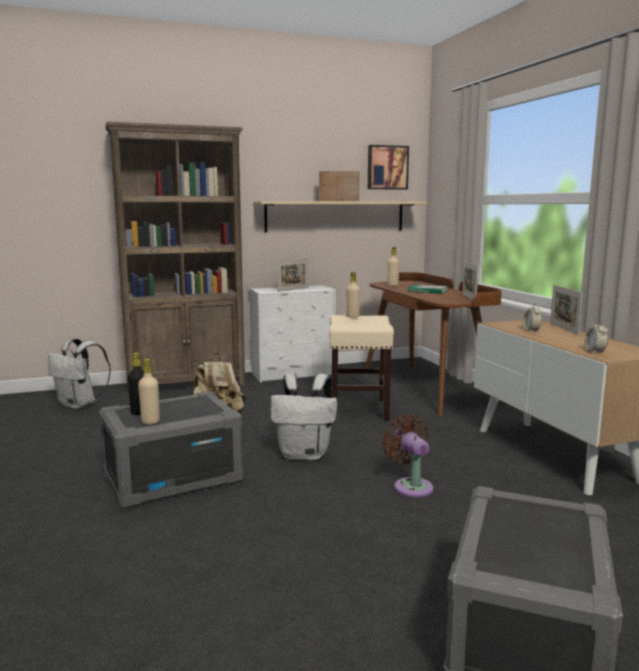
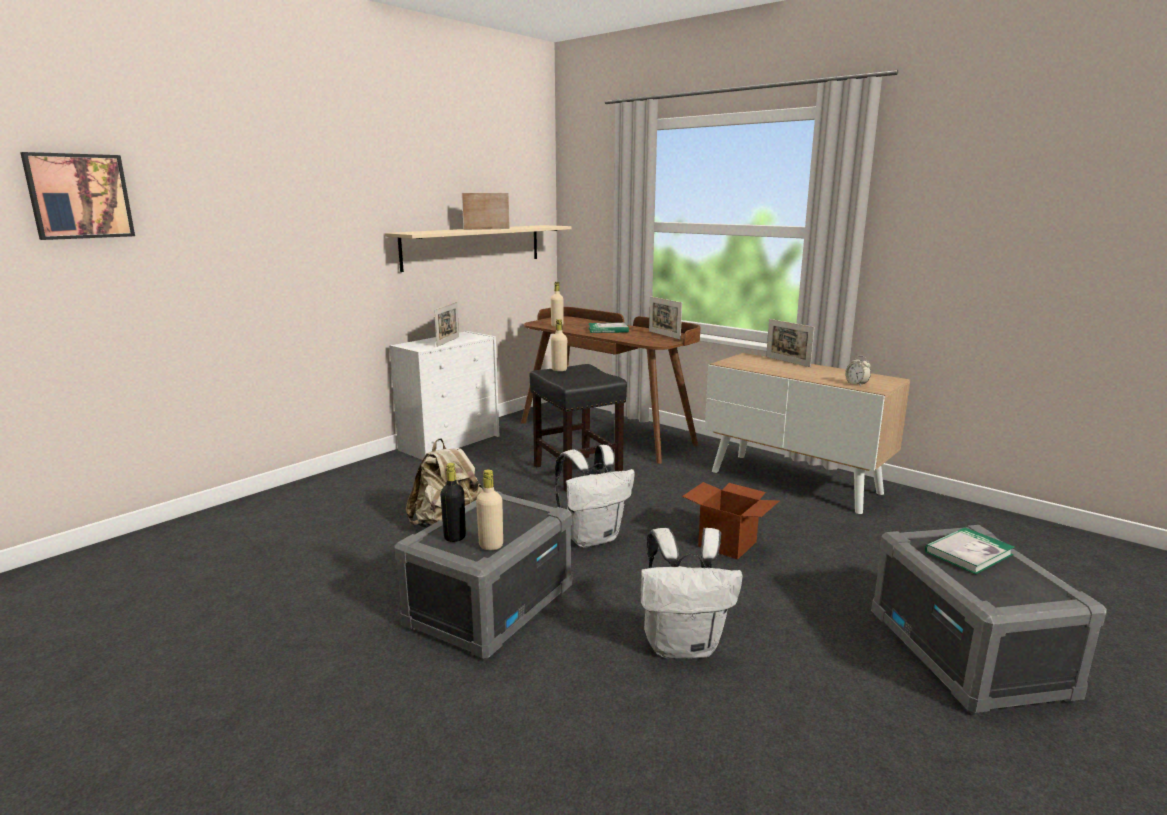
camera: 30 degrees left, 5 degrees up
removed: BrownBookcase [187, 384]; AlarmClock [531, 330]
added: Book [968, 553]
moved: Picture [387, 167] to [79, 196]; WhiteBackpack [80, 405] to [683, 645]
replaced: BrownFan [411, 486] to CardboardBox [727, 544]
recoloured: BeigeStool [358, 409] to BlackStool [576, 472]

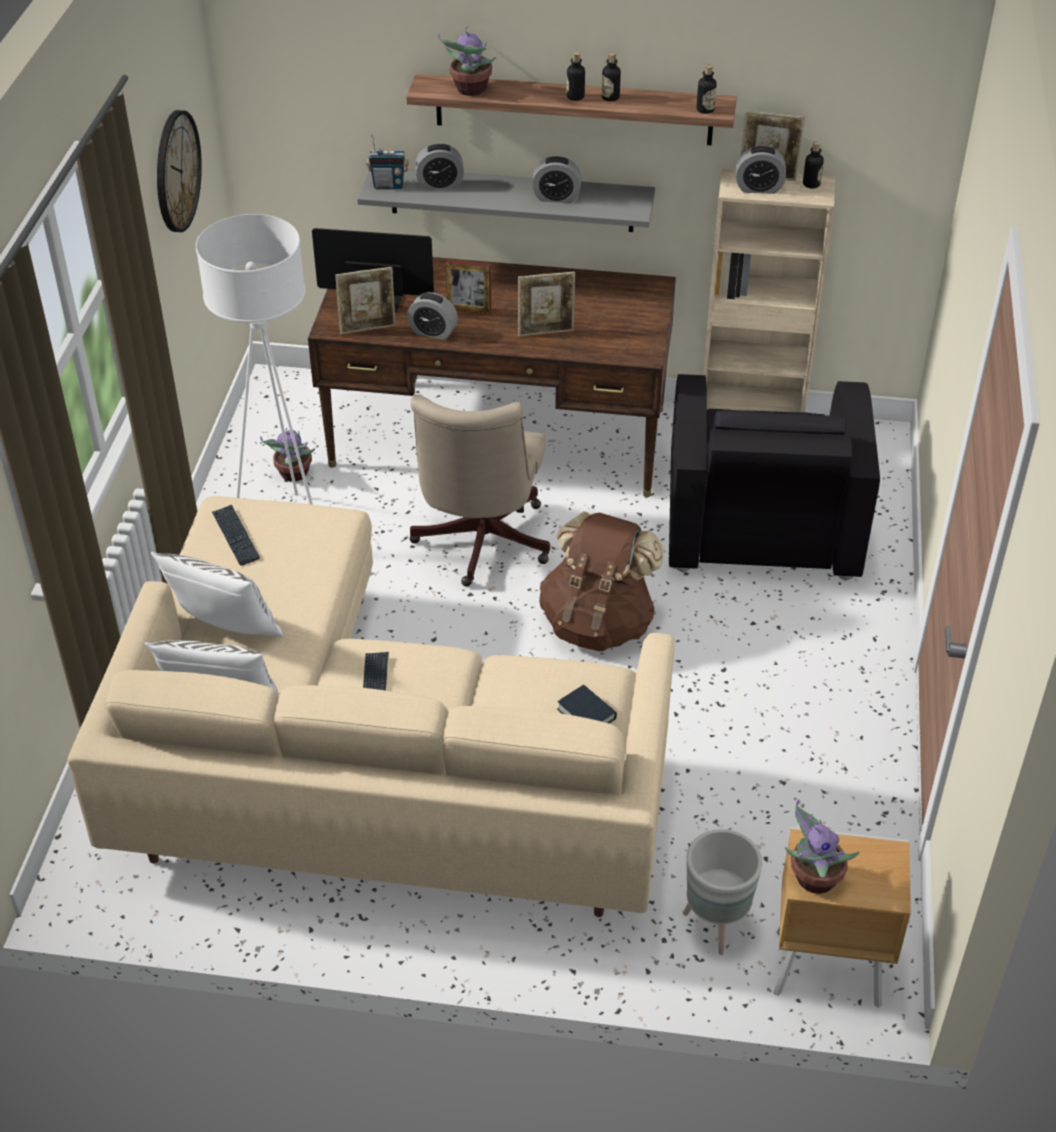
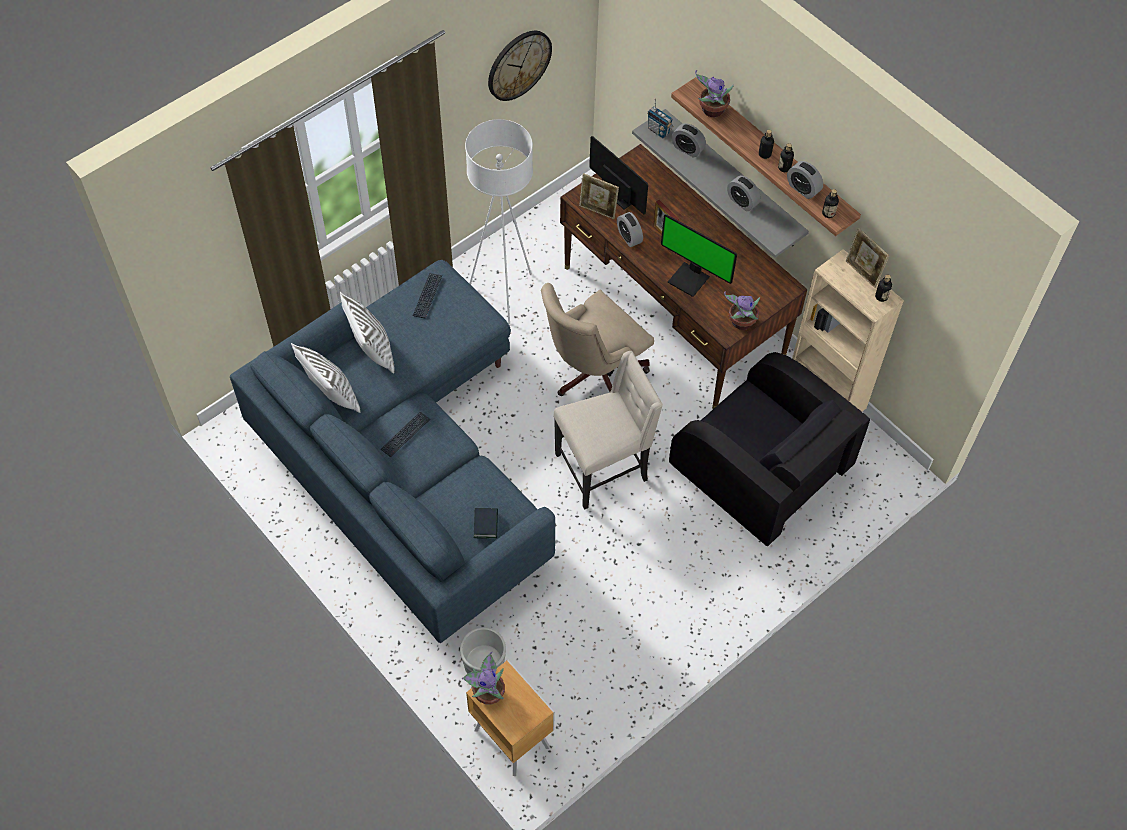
camera: 40 degrees right, 15 degrees up
moved: AlarmClock [759, 188] to [803, 189]; PottedPlant [293, 474] to [740, 322]
replaced: PictureFrame [546, 332] to Monitor [690, 279]; BrownBackpack [598, 623] to BeigeChair [603, 468]
recoloured: BeigeSofa [364, 774] to BlueSofa [407, 467]
turned: BlackArmchair [761, 519] = [761, 469] 90 degrees counterclockwise

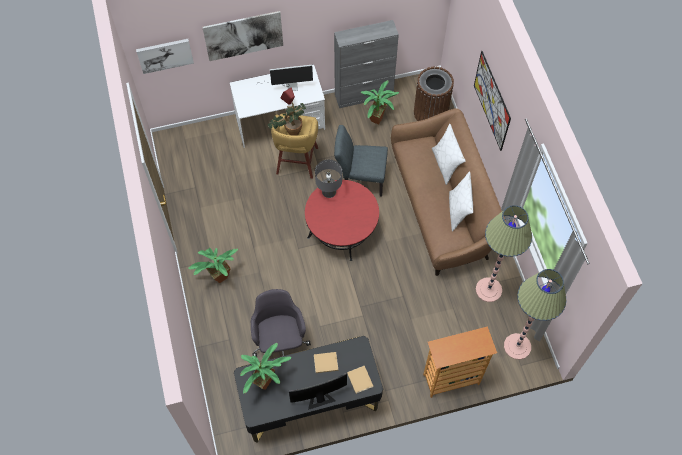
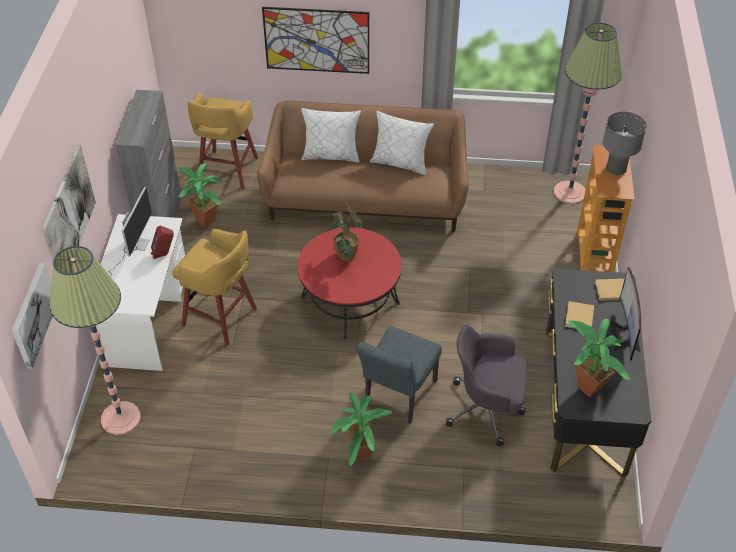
camera: 70 degrees left, 15 degrees down
moved: PottedPlant [290, 131] to [345, 258]; GreyChair [360, 179] to [397, 397]; GreyTableLamp [329, 191] to [616, 168]; FloorLamp [488, 290] to [120, 418]
replaced: BrownTrashCan [430, 112] to YellowStool [227, 171]

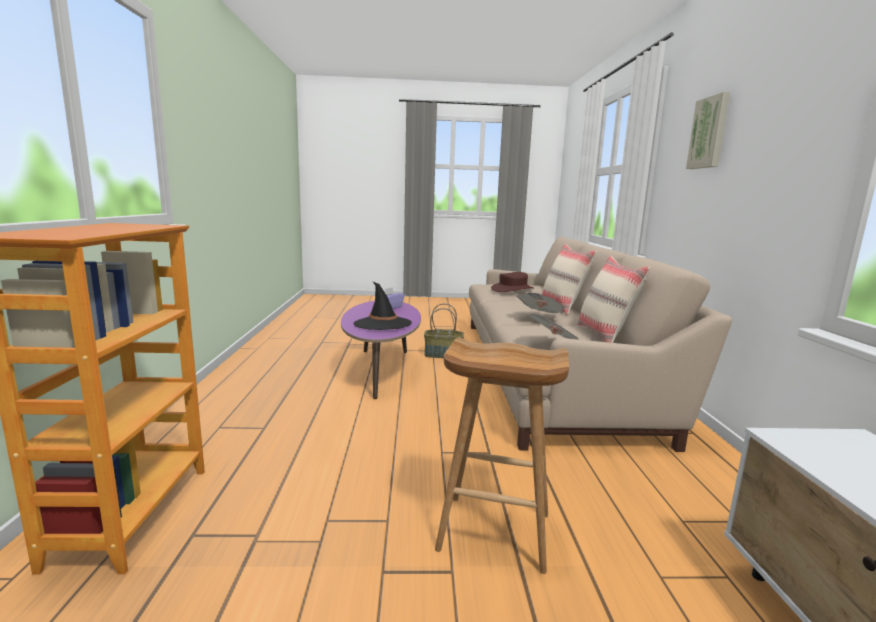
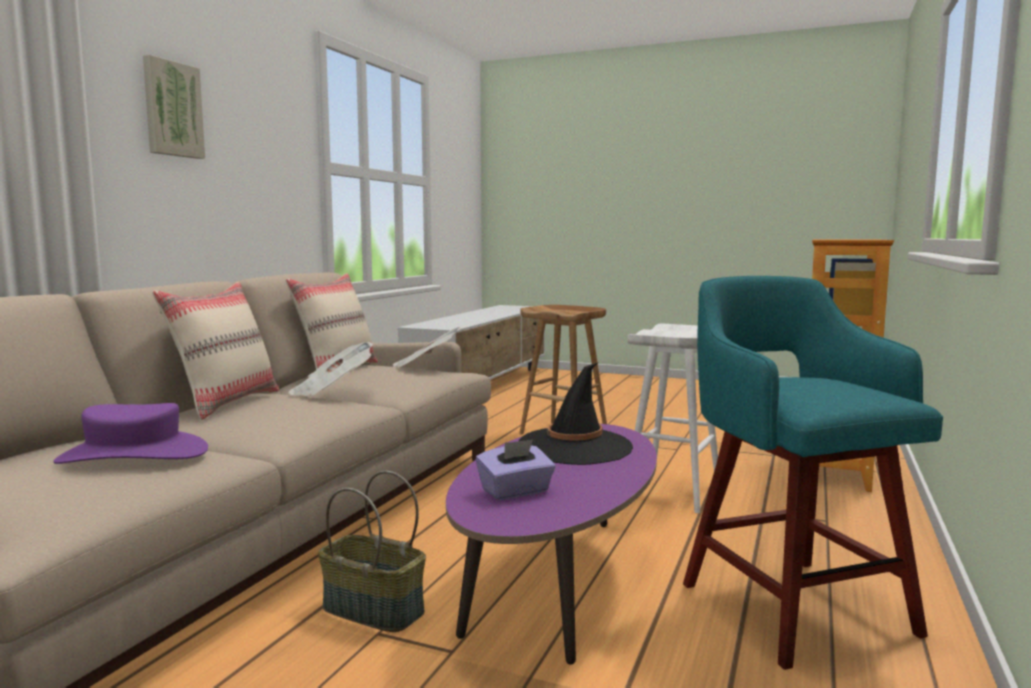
camera: 155 degrees left, 5 degrees down
added: TurquoiseStool [791, 605]; WhiteStool [673, 492]
recoloured: BrownHat [512, 289] to PurpleHat [134, 455]

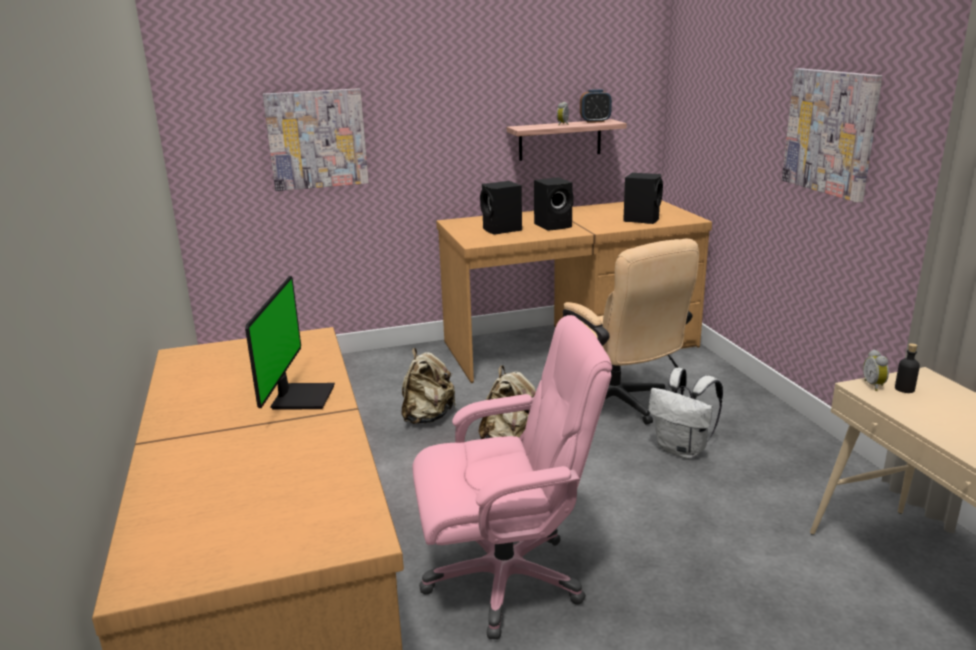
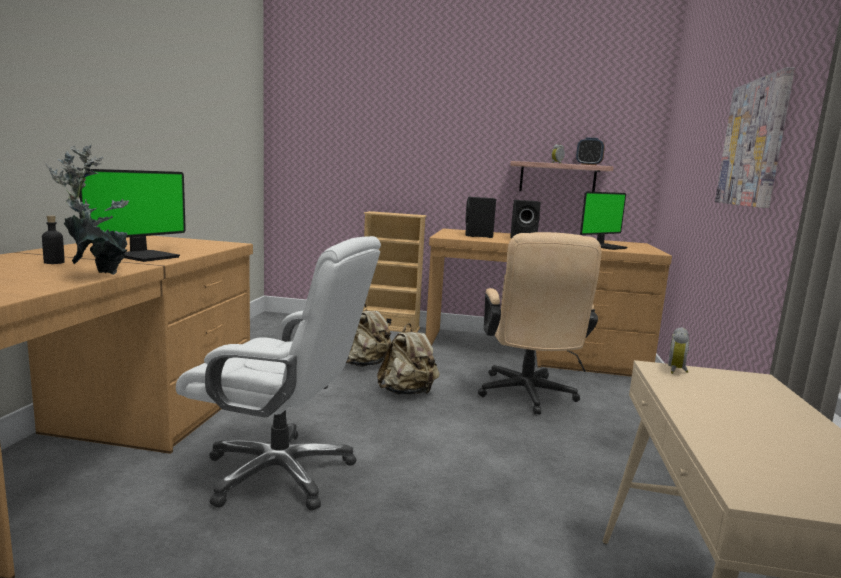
camera: 25 degrees right, 10 degrees down
removed: Picture [317, 139]; WhiteBackpack [683, 450]
added: PottedPlant [98, 273]; BeigeBookcase [390, 328]
moved: BlackBottle [904, 389] to [54, 262]
replaced: BlackSpeaker [642, 219] to Monitor [607, 247]
recoloured: PinkOfficeChair [506, 579] to WhiteOfficeChair [281, 472]

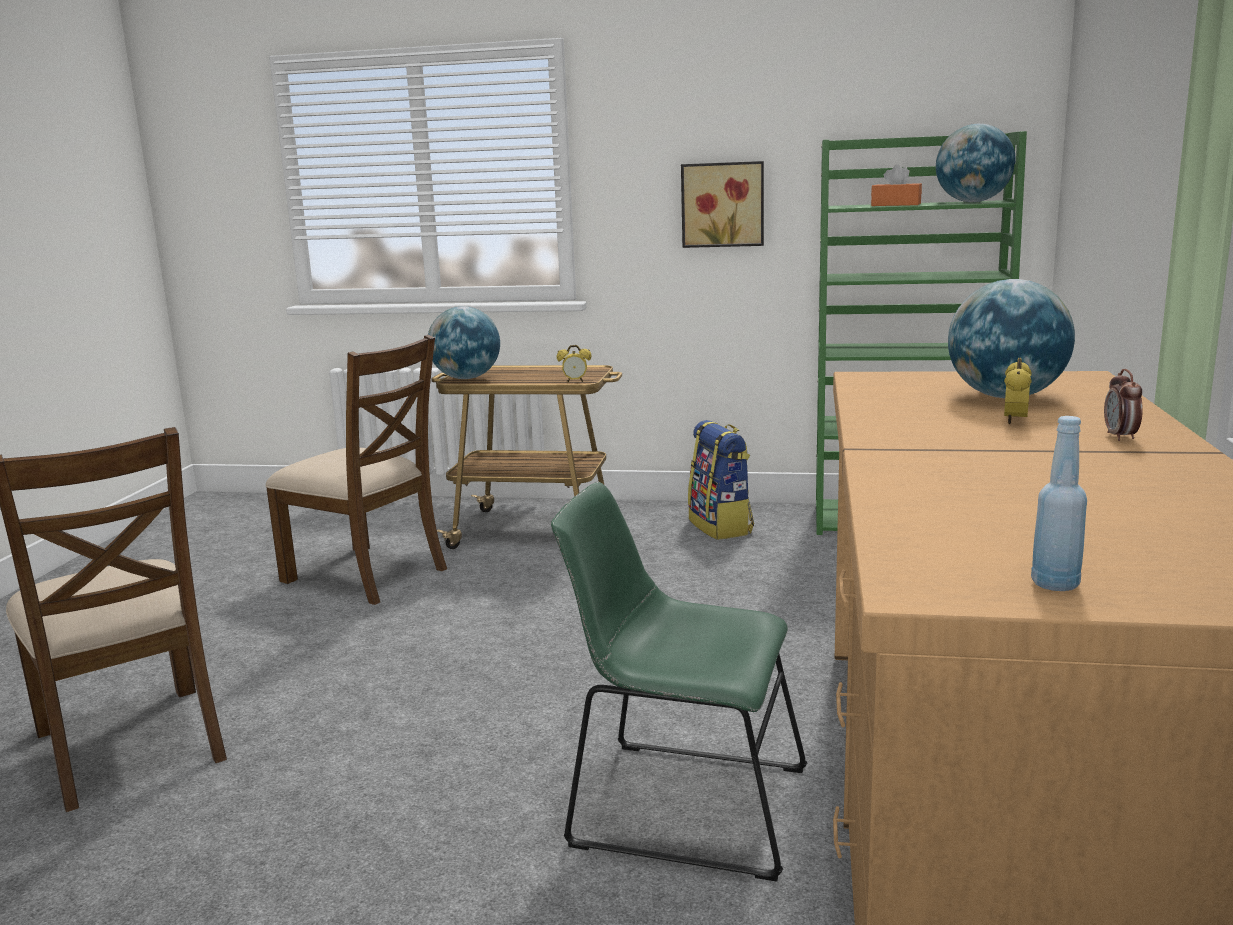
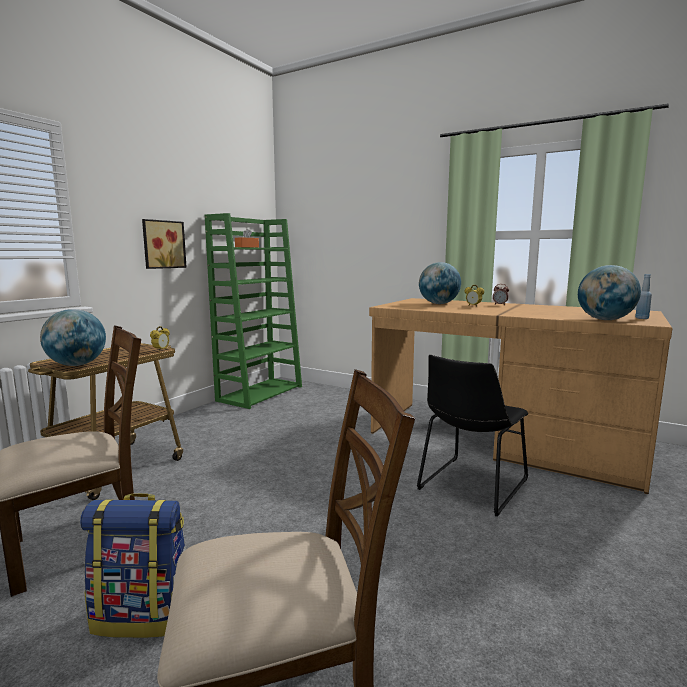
camera: 70 degrees left, 5 degrees down
moved: Globe [972, 202] to [605, 320]; Backpack [721, 527] to [144, 615]
recoloured: GreenChair [679, 804] to BlackChair [470, 486]

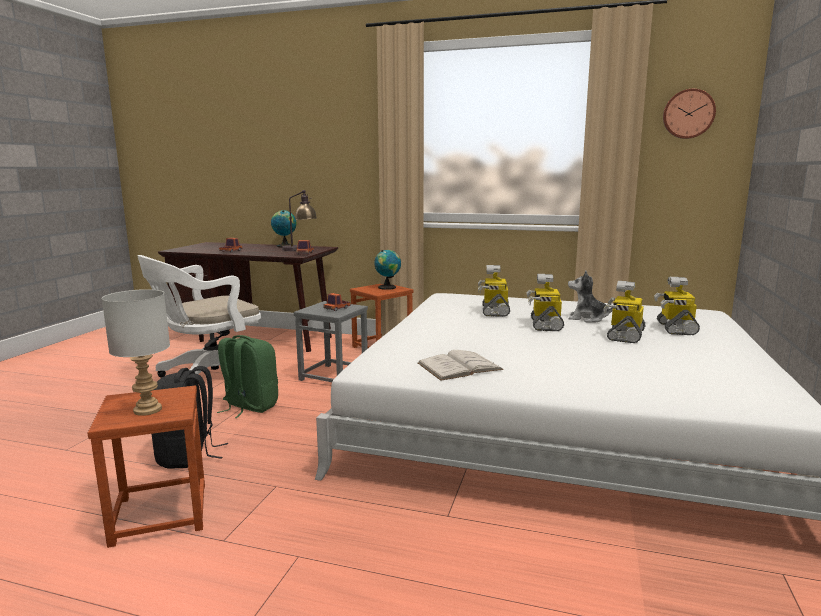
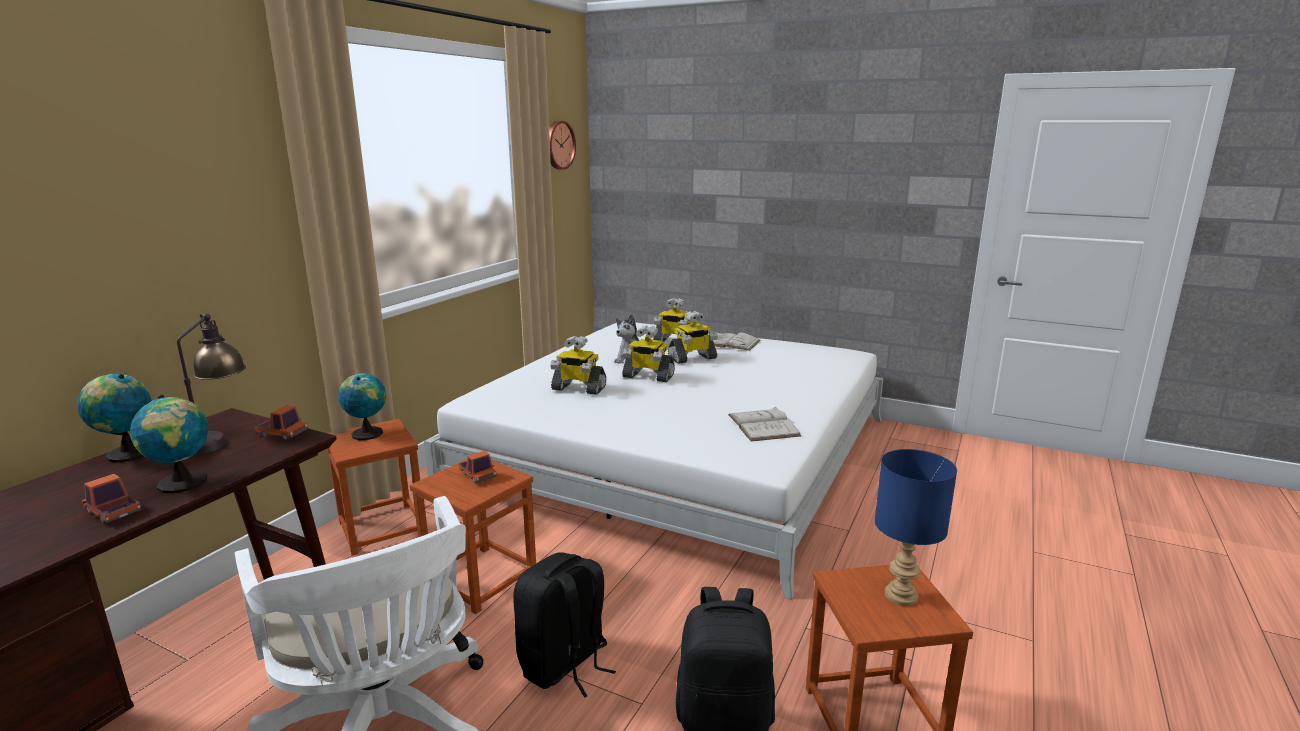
camera: 80 degrees left, 5 degrees up
added: WhiteBook [731, 342]; Globe [183, 484]
recoloured: GreyTableLamp [147, 410] to BlueTableLamp [902, 596]; GreyStool [334, 376] to BrownStool [480, 578]; GreenBackpack [249, 406] to BlackBackpack [564, 665]
turned: ToyRobot [624, 335] = [692, 358] 60 degrees counterclockwise

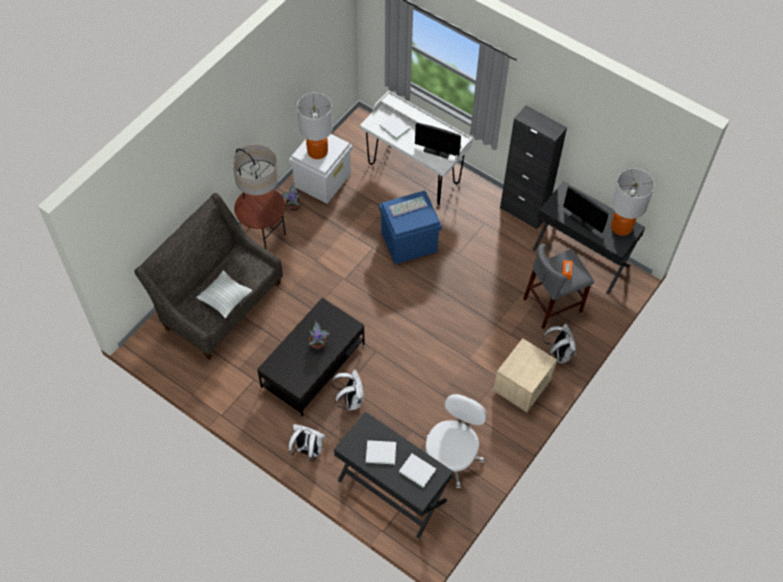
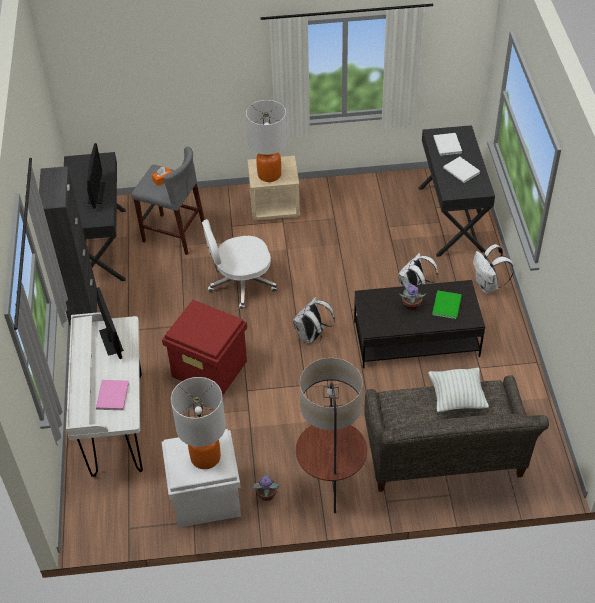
camera: 130 degrees left, 10 degrees down
removed: Keyboard [407, 207]
added: GreenBook [447, 305]
moved: TableLamp [621, 227] to [269, 175]; WhiteBackpack [558, 354] to [312, 337]; WhiteOfficeChair [452, 456] to [241, 284]
recoloured: WhiteBook [394, 127] to PinkBook [111, 396]; BlueStorageBox [408, 242] to RedStorageBox [210, 369]

